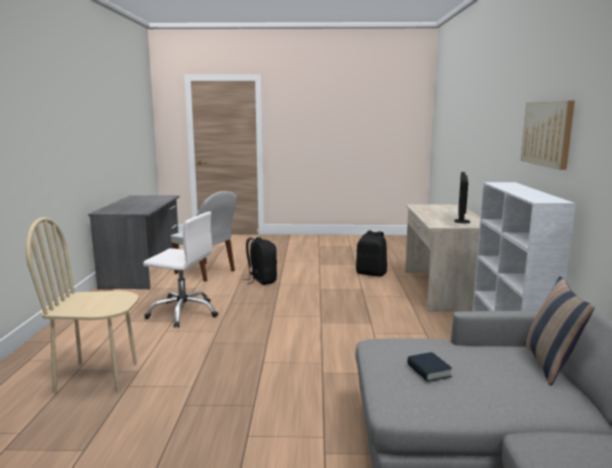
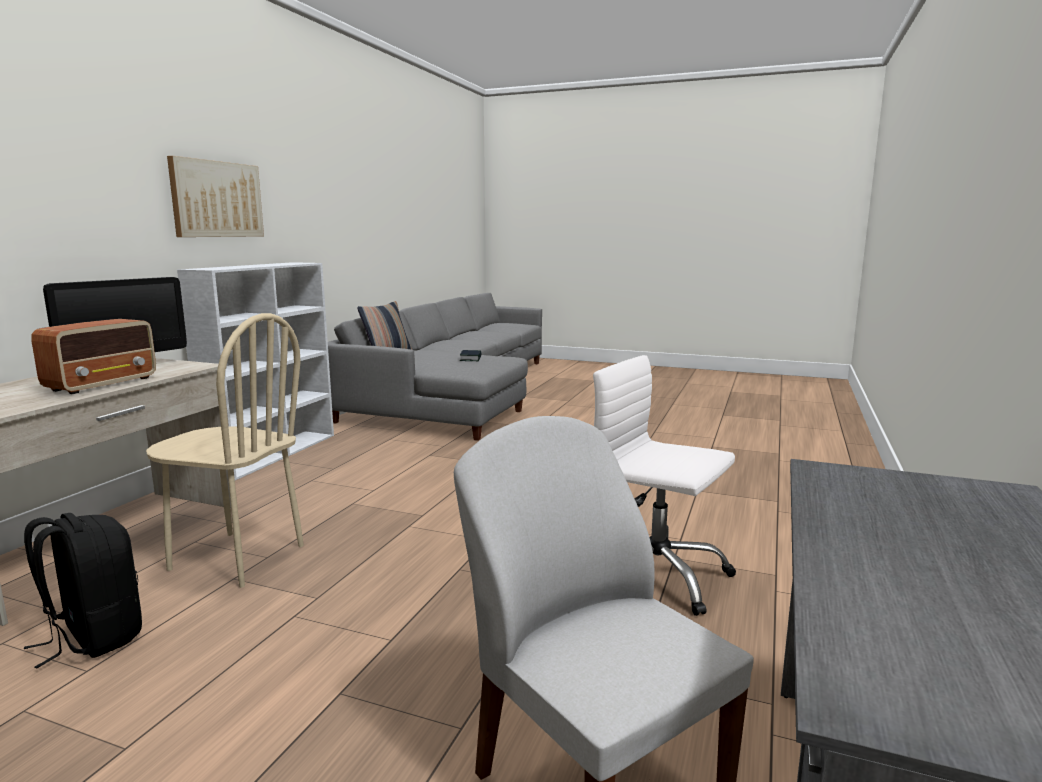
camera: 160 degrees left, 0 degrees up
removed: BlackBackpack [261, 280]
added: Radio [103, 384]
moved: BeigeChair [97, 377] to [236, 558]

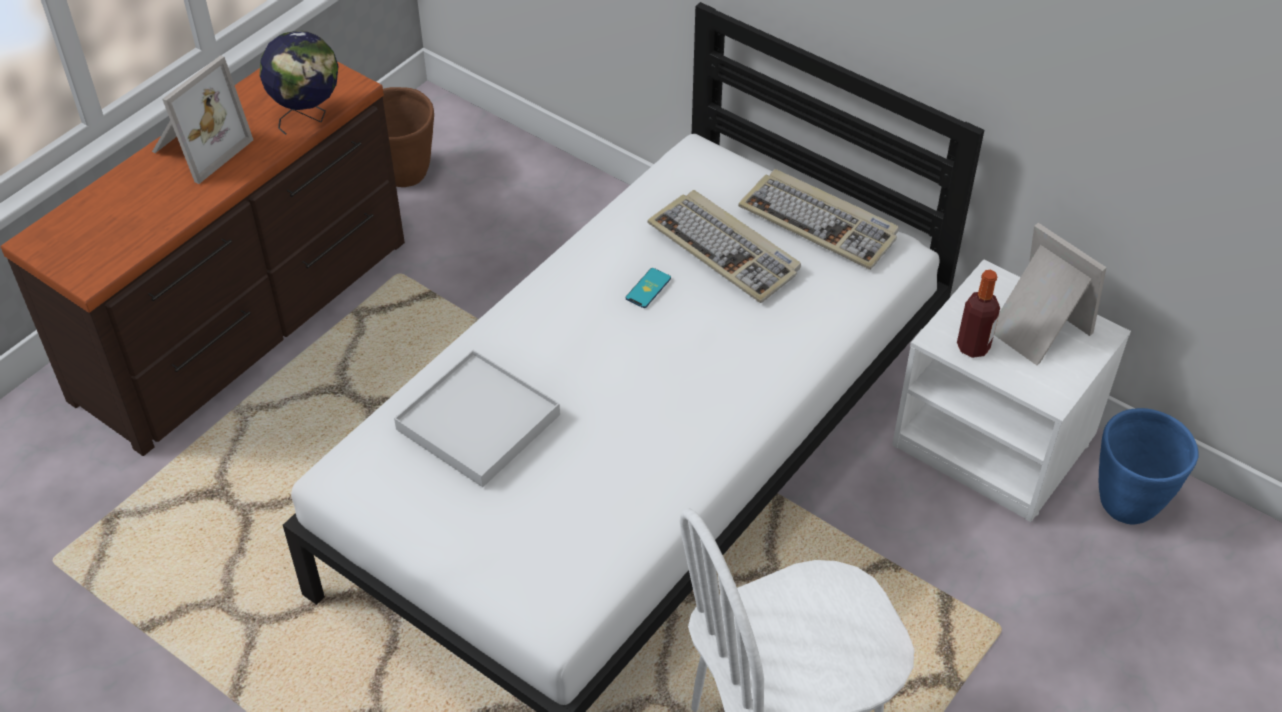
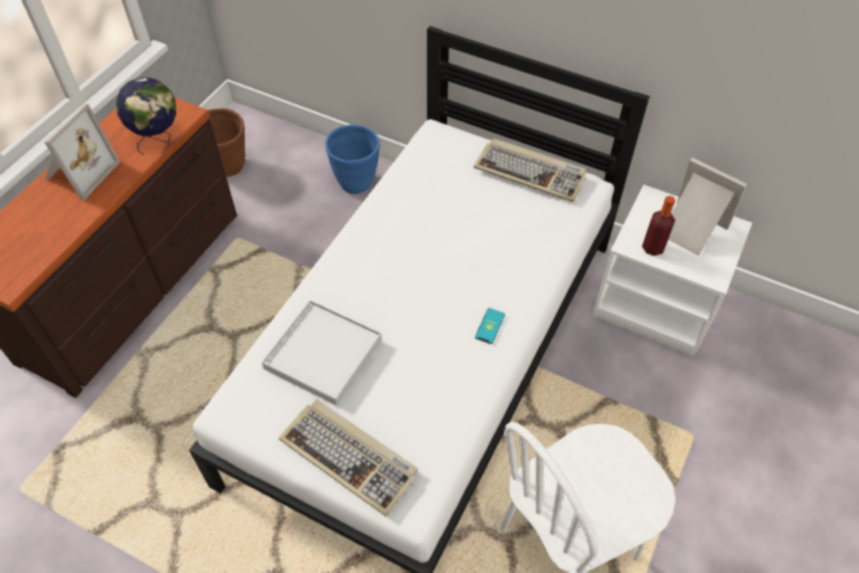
camera: 10 degrees left, 5 degrees up
moved: Keyboard [726, 250] to [350, 457]; Phone [648, 288] to [490, 326]; BluePlanter [1128, 503] to [356, 183]

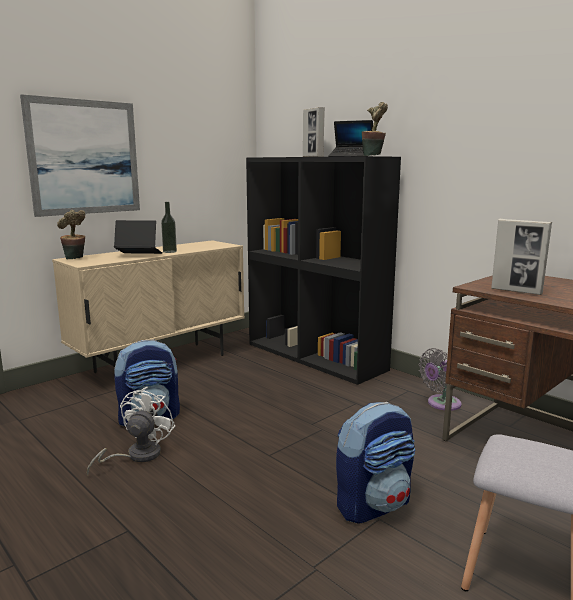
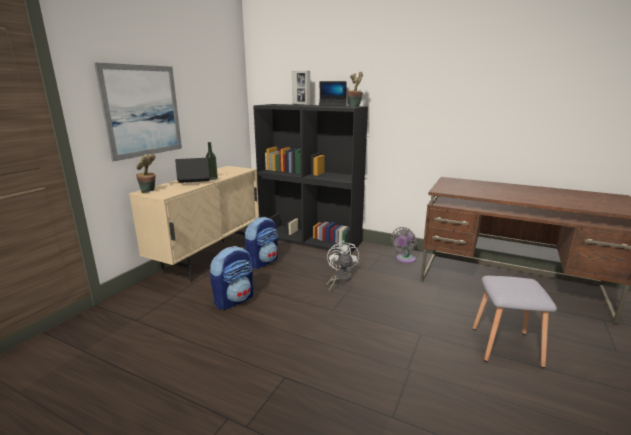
camera: 20 degrees left, 5 degrees up
removed: PictureFrame [516, 291]
moved: WhiteFan [136, 456] to [340, 279]; Backpack [373, 505] to [263, 262]

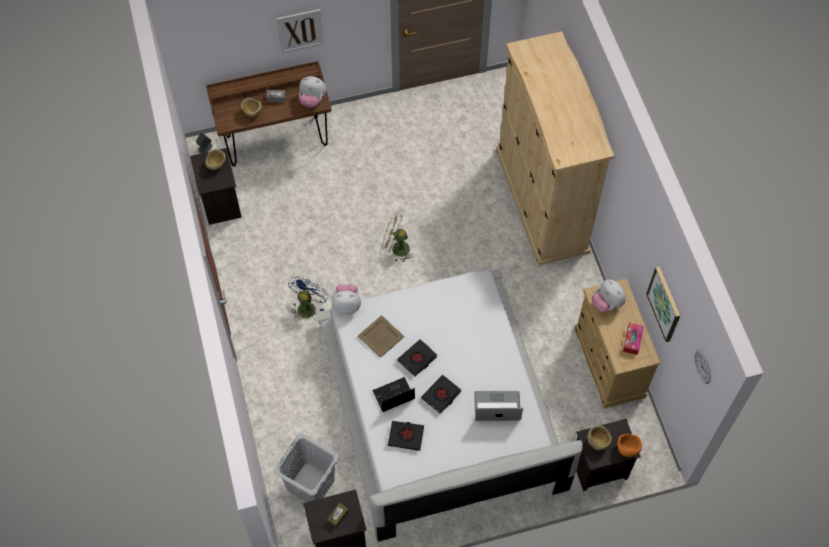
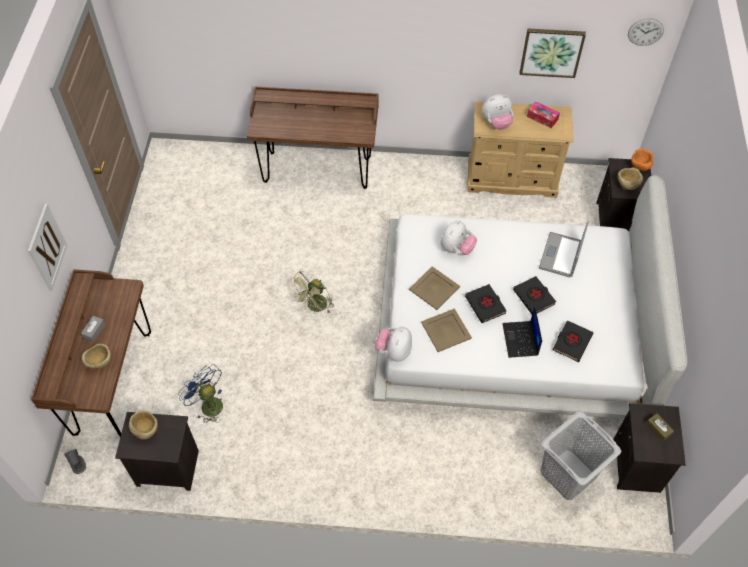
camera: 70 degrees left, 5 degrees down
added: BeigeTray [434, 288]
moved: PlushToy [312, 100] to [456, 248]; BlueFan [307, 306] to [208, 404]
replaced: BeigeWardrobe [542, 199] to BrownDesk [317, 170]

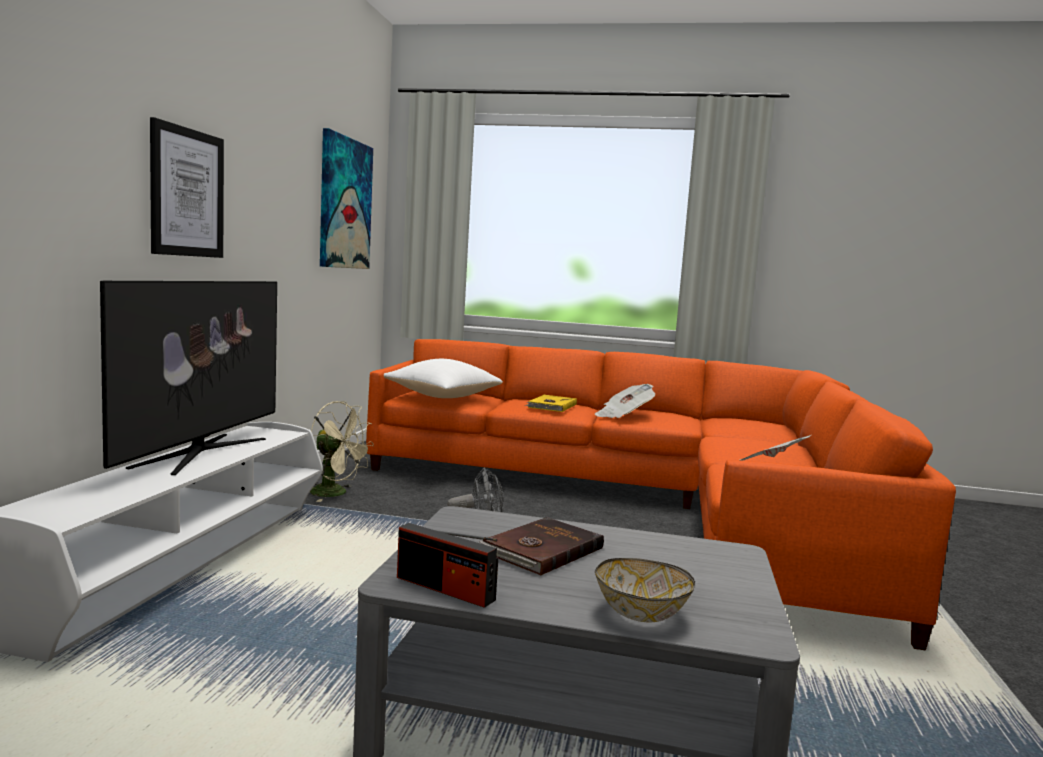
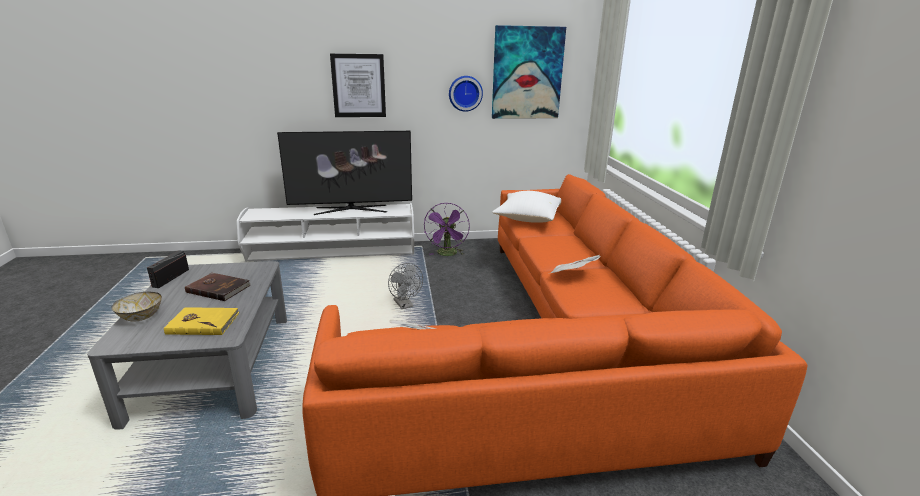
camera: 70 degrees right, 15 degrees up
added: WallClock [465, 93]
moved: YellowBook [551, 406] to [203, 323]
recoloured: BeigeFan [336, 493] to PurpleFan [447, 254]

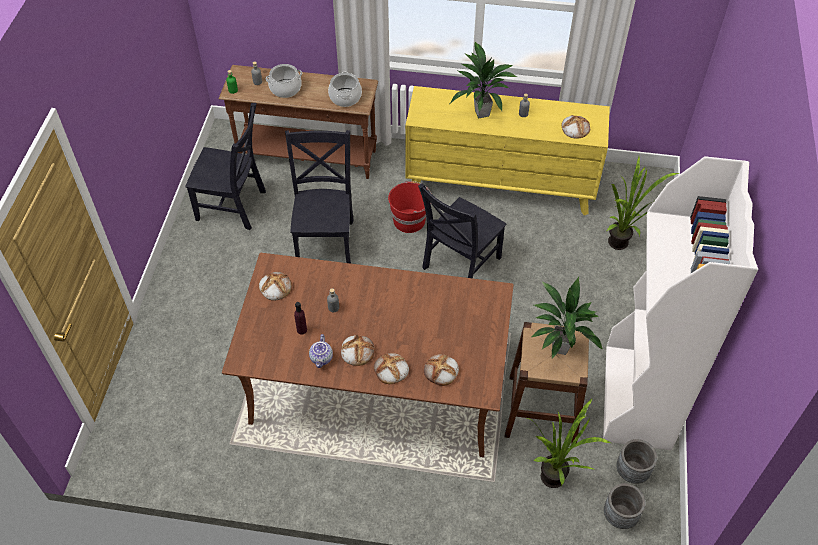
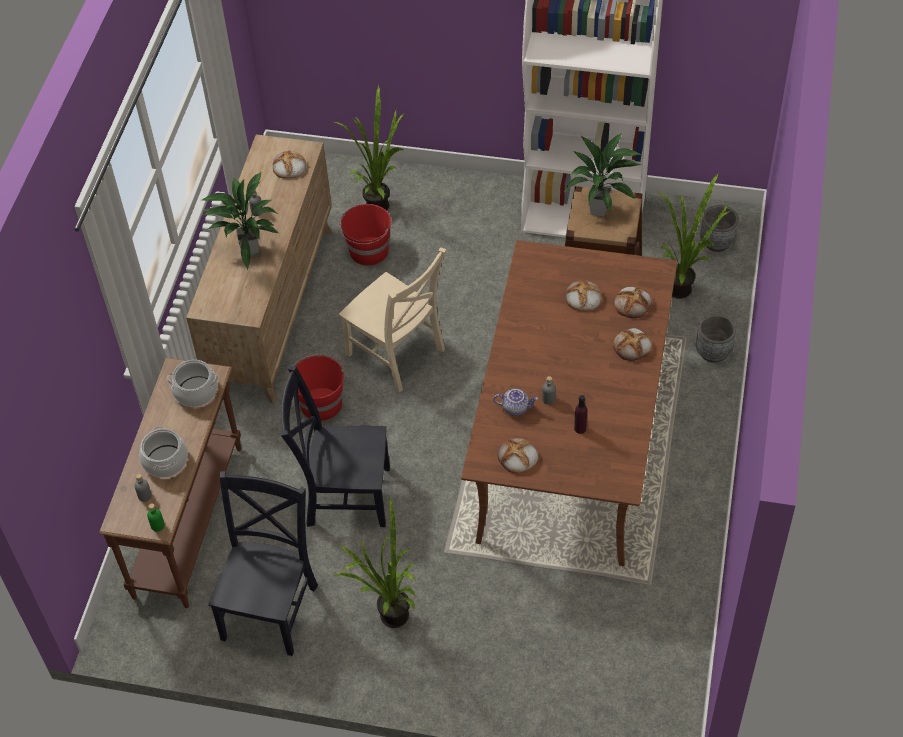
camera: 85 degrees left, 0 degrees up
added: RedBucket [368, 251]; PottedPlant [387, 618]
moved: Teapot [322, 358] to [515, 407]; Bread [357, 351] to [583, 298]; GreyPlanter [632, 471] to [713, 352]
recoloured: YellowDresser [500, 185] to BrownDresser [272, 308]; BlackChair [459, 265] to BeigeChair [398, 355]

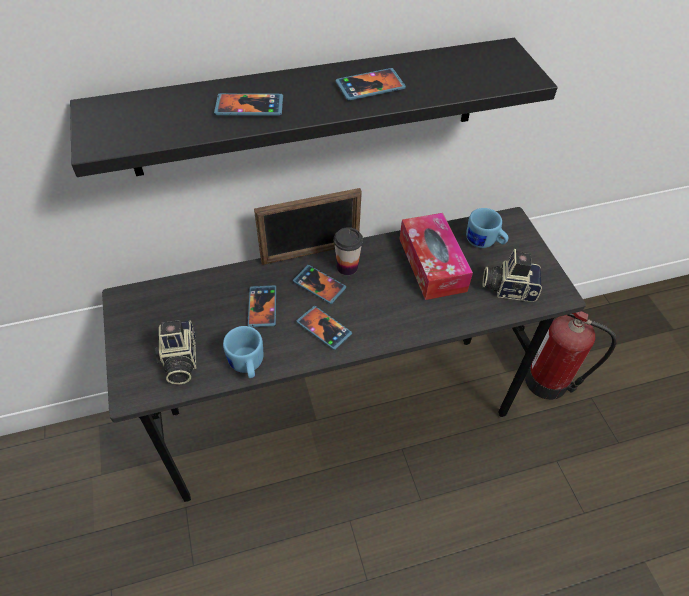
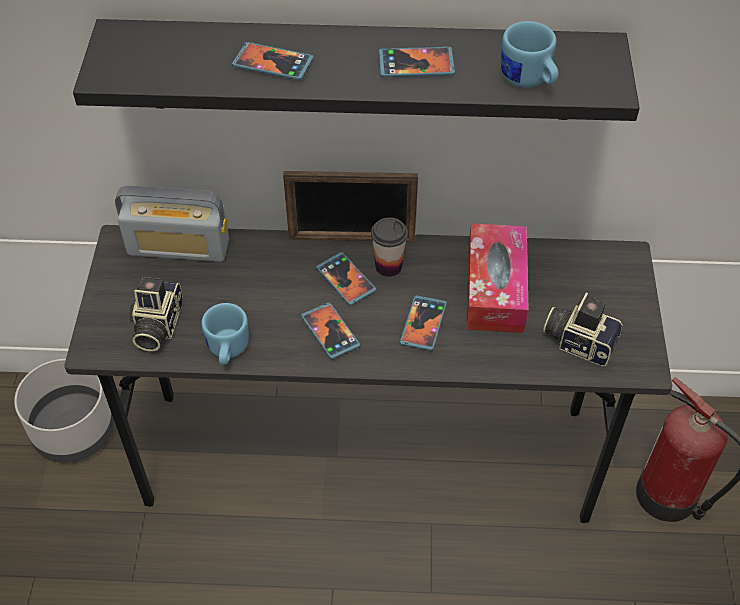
camera: 20 degrees right, 0 degrees up
added: Radio [178, 247]; GreyPlanter [75, 430]
moved: BlueMug [484, 242] to [528, 81]; Phone [262, 307] to [423, 324]

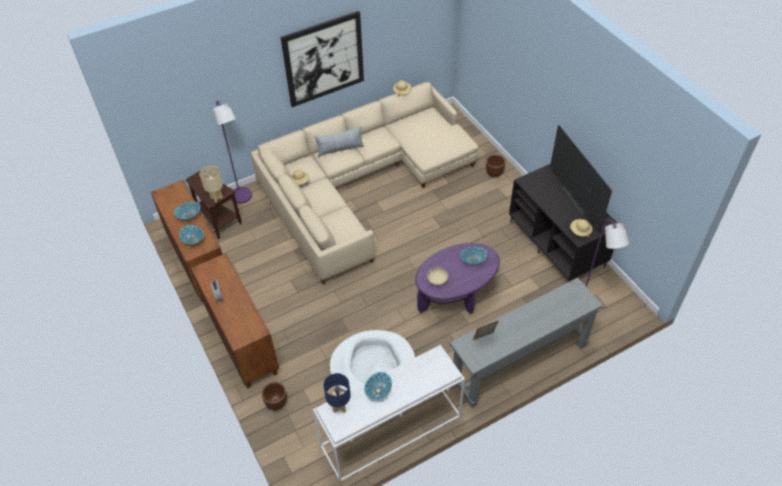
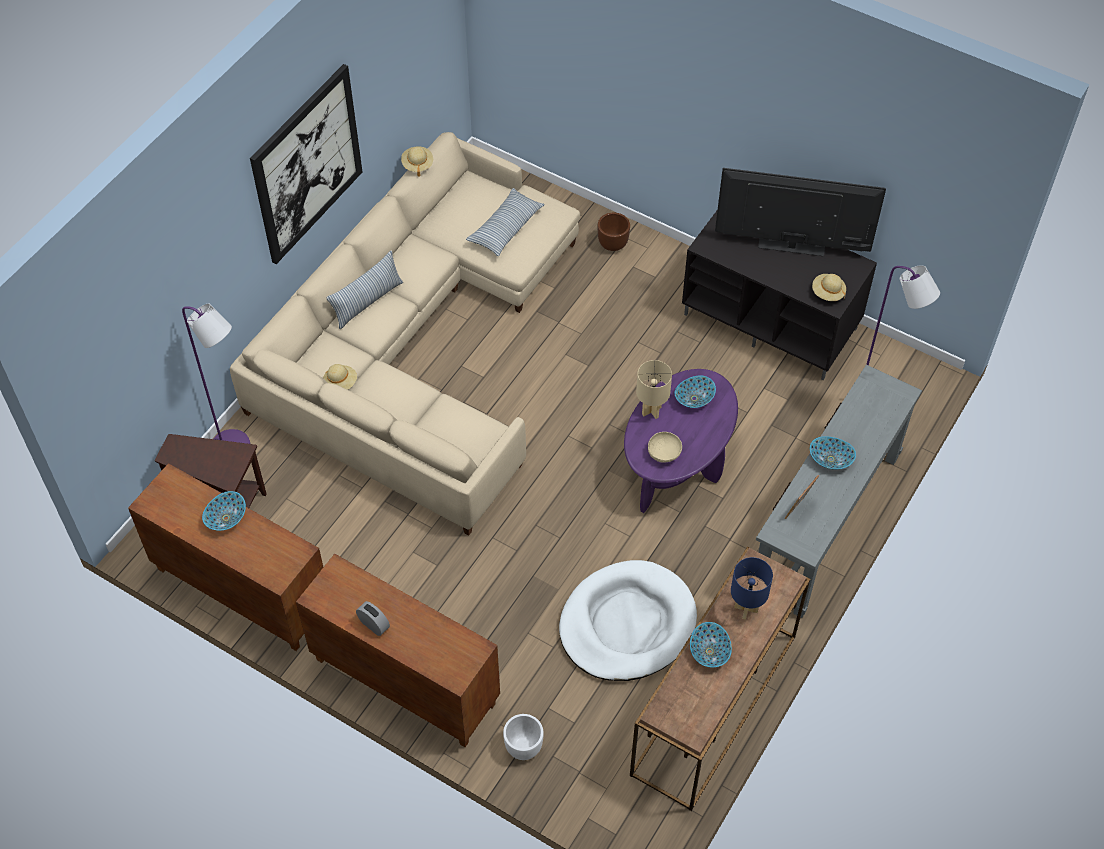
camera: 30 degrees left, 5 degrees up
added: Pillow [505, 228]
moved: BeigeTableLamp [216, 198] to [651, 410]; Bowl [193, 239] to [830, 460]; BlueTableLamp [340, 407] to [746, 608]
recoloured: WhiteConsoleTable [390, 432] to BrownConsoleTable [715, 706]; BrownPlanter [276, 403] to WhitePlanter [523, 747]
turned: Television [574, 200] = [791, 247] 150 degrees clockwise

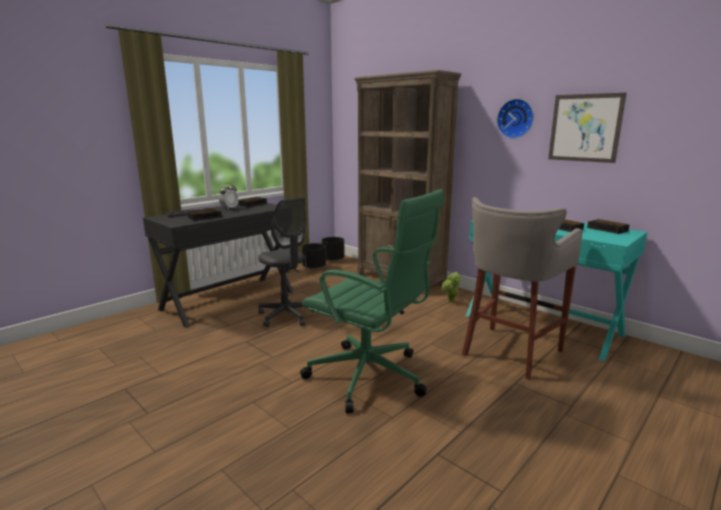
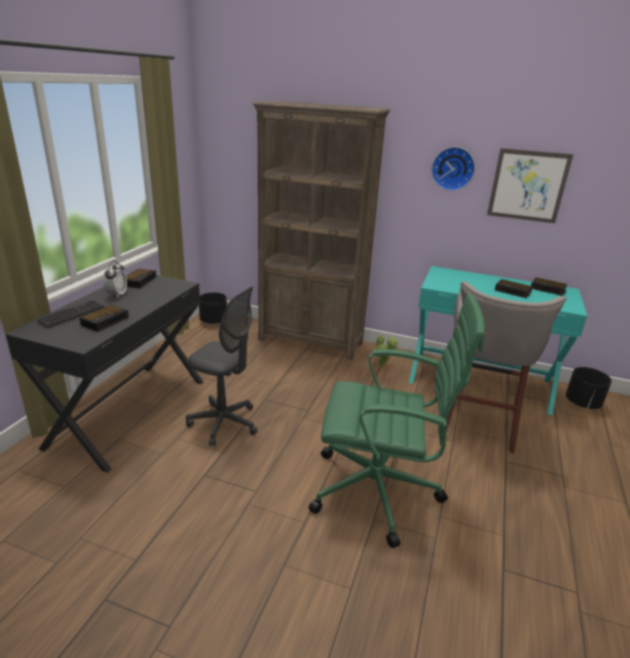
camera: 25 degrees left, 10 degrees up
moved: BlackPlanter [314, 267] to [582, 403]

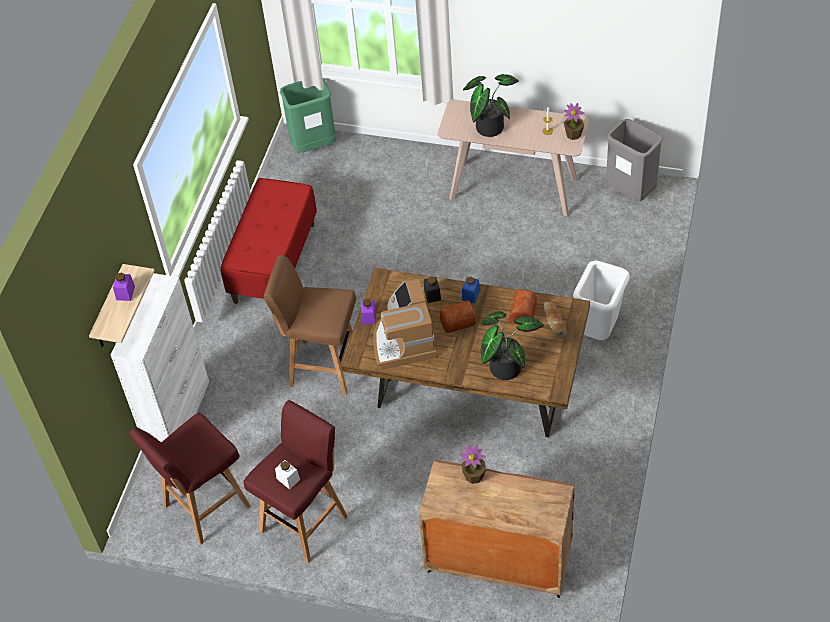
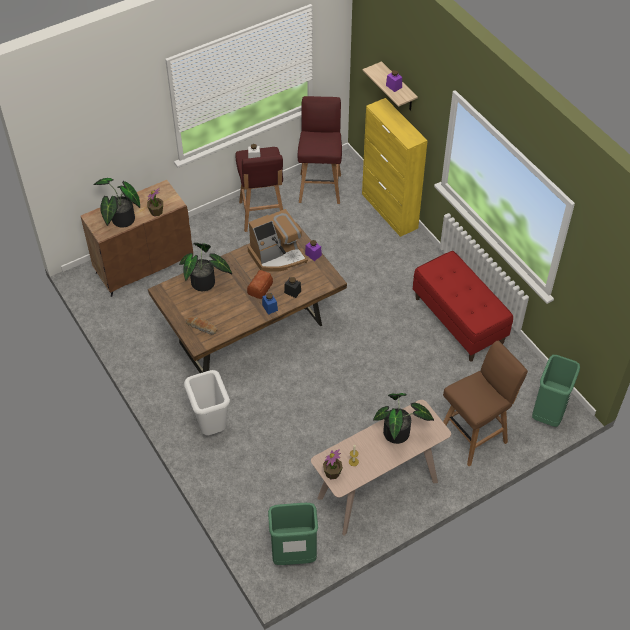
camera: 130 degrees right, 0 degrees up
removed: Bread [522, 312]
added: PottedPlant [121, 221]
moved: BrownStool [322, 366] to [474, 436]
recoloured: GreyTrashCan [630, 192] to GreenTrashCan [294, 555]; WhiteCabinet [179, 417] to YellowCabinet [389, 211]
turned: CoffeeMachine [403, 341] = [277, 256] 120 degrees clockwise

